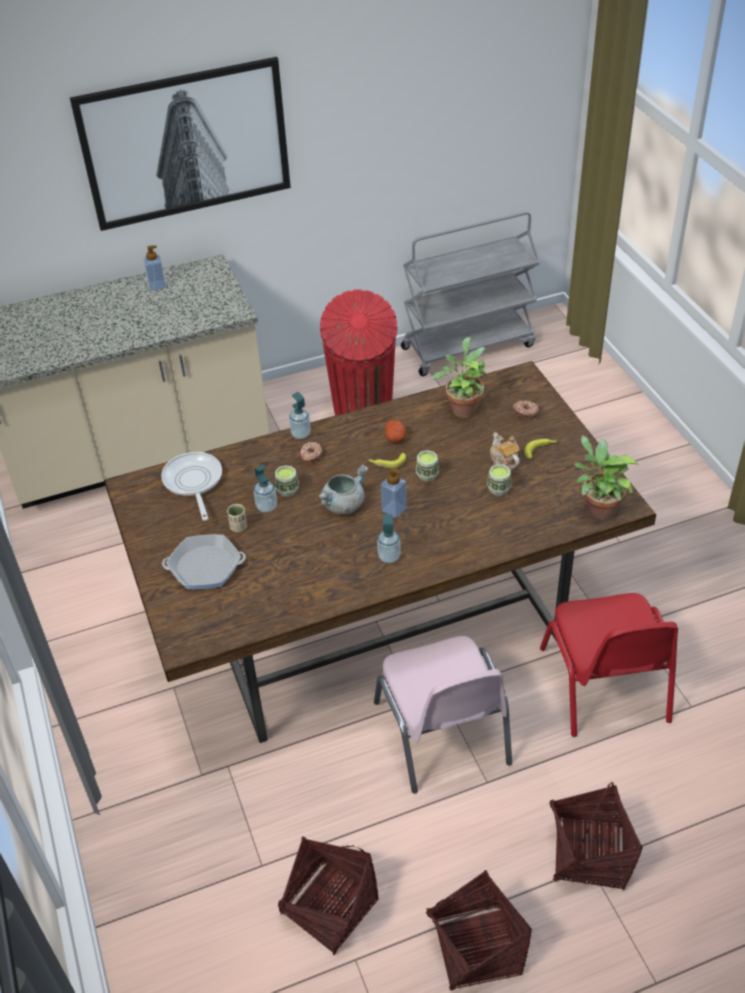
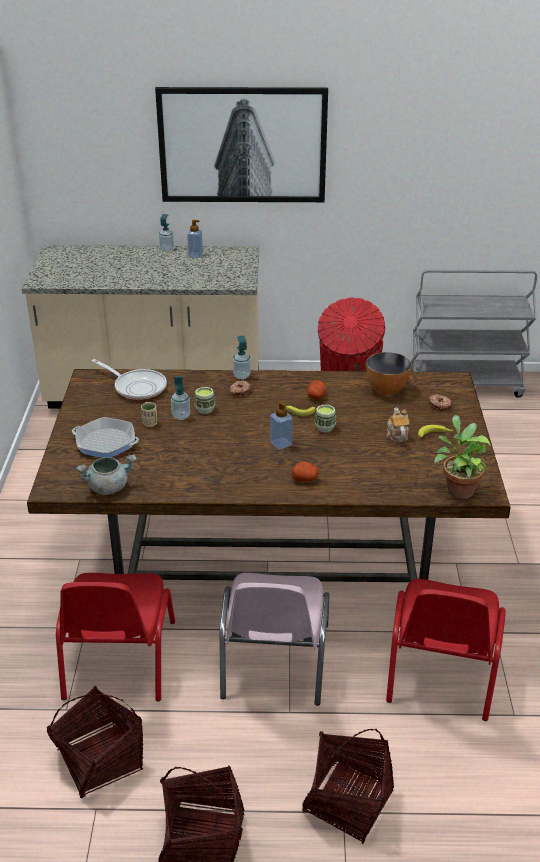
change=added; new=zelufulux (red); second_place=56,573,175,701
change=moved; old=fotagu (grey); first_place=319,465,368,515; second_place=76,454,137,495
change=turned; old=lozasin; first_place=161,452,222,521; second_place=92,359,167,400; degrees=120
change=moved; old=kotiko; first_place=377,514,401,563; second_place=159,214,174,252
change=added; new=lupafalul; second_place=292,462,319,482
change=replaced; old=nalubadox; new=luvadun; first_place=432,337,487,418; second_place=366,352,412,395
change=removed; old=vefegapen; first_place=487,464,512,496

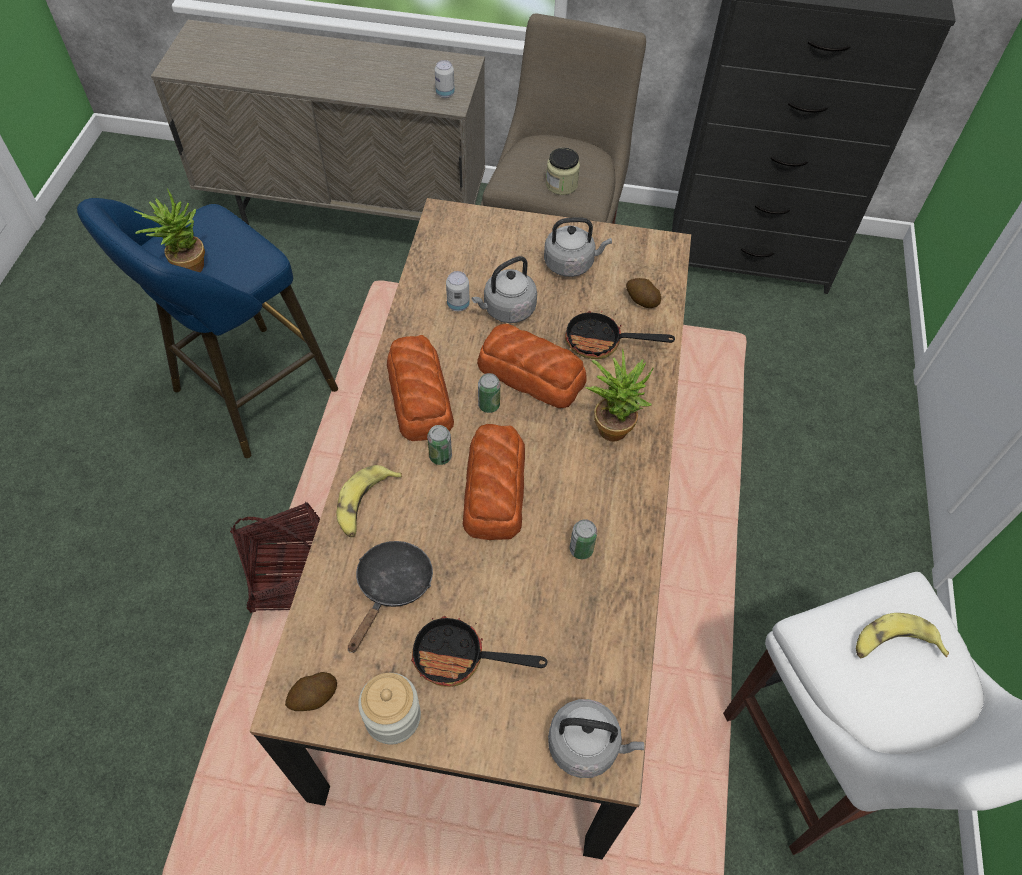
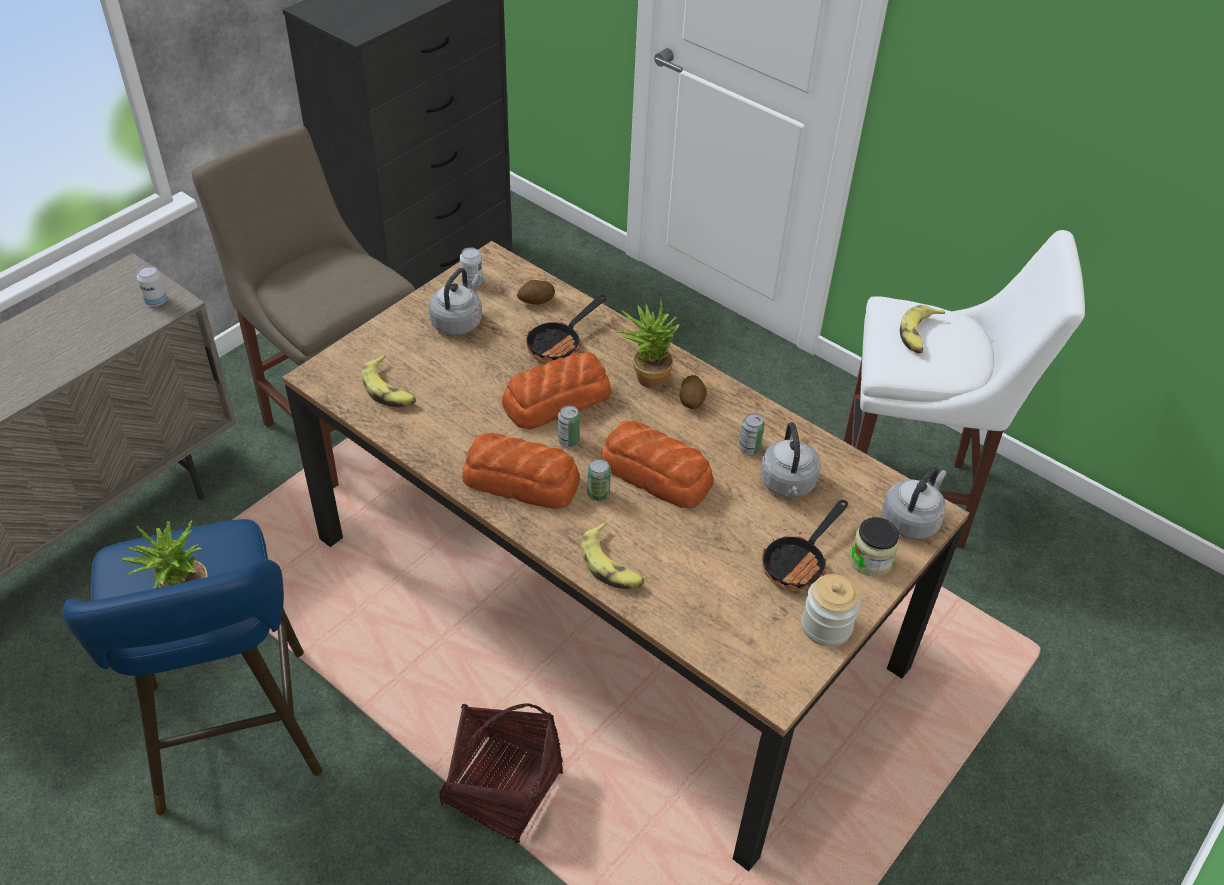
change=added; new=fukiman; second_place=361,355,416,407
change=moved; old=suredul; first_place=446,271,470,311; second_place=460,247,483,287
change=moved; old=lupafalul; first_place=285,672,337,711; second_place=680,375,707,409
change=moved; old=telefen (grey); first_place=471,256,537,323; second_place=761,422,821,498
change=moved; old=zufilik; first_place=546,148,580,195; second_place=850,517,899,577
change=removed; old=lozasin (black); first_place=348,541,433,653

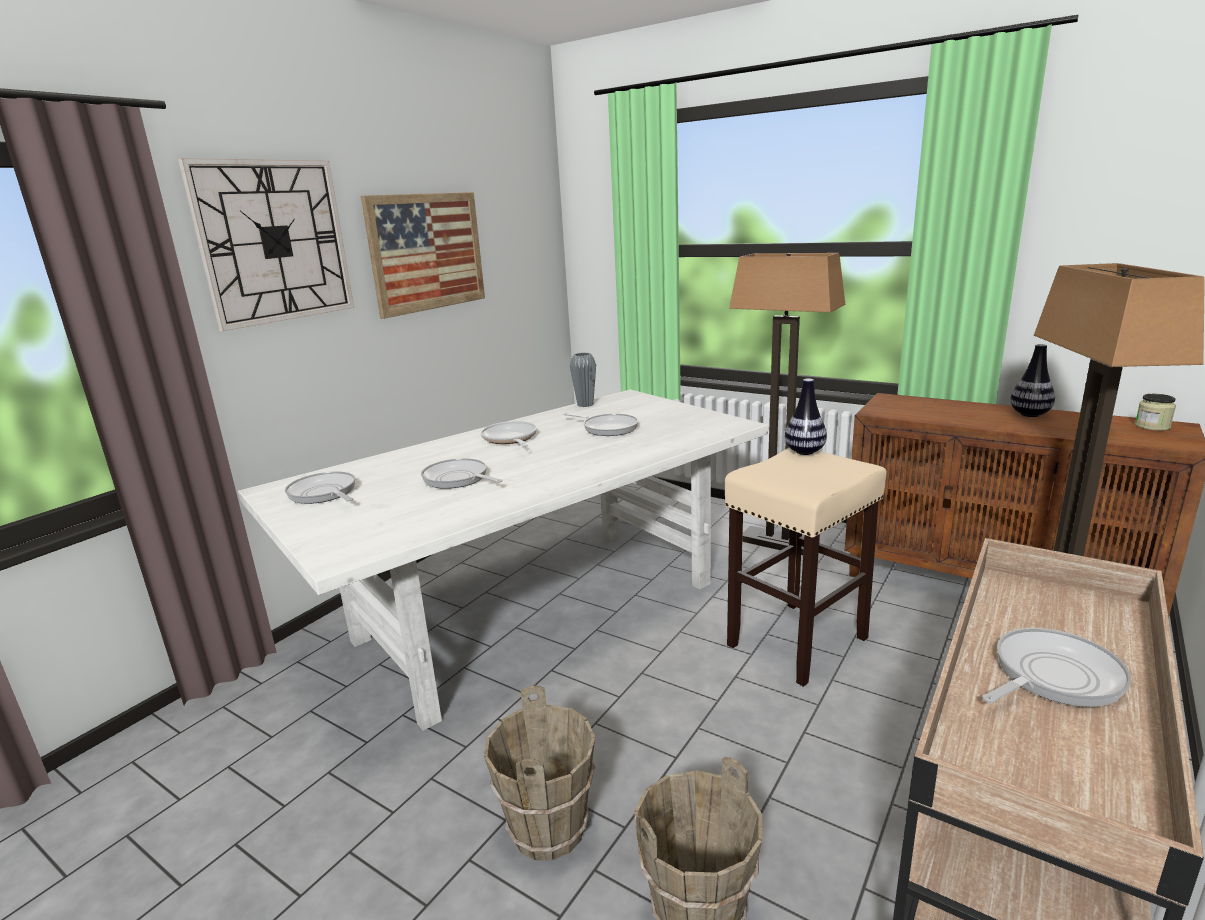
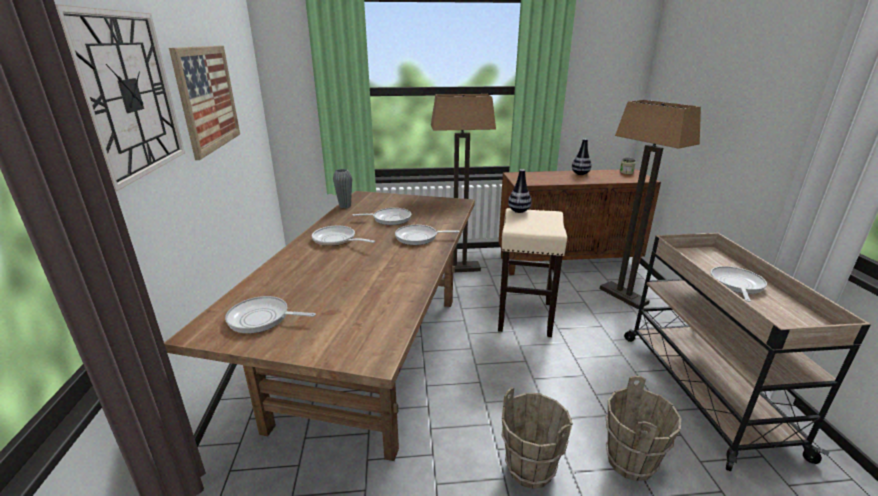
change=recoloured; old=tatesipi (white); new=tatesipi (brown); first_place=238,390,768,731; second_place=164,191,475,461
change=moved; old=lozasin; first_place=421,458,502,489; second_place=395,225,460,245

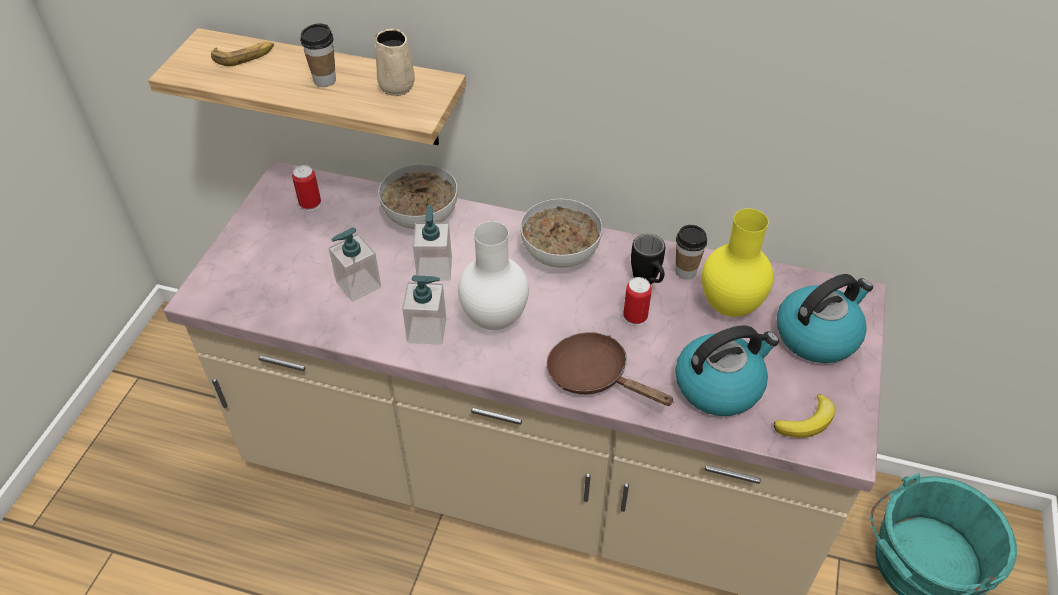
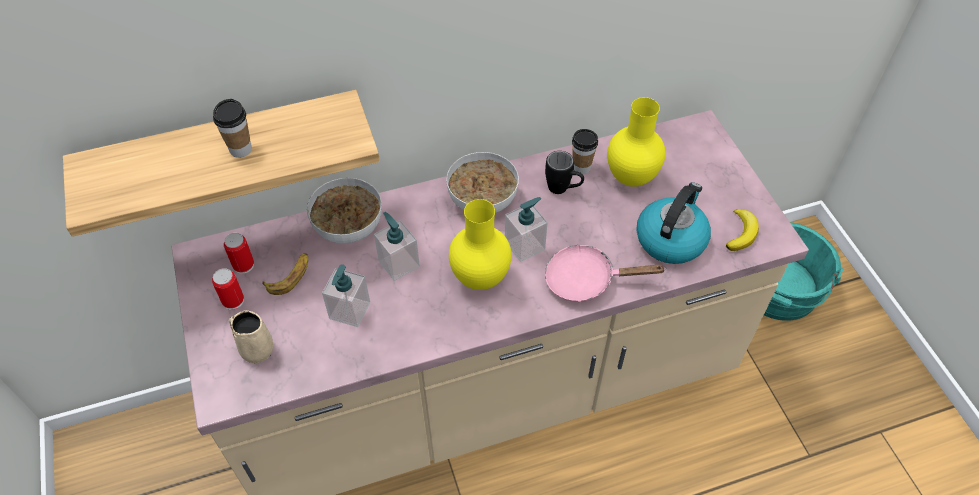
change=moved; old=suredul; first_place=623,277,652,326; second_place=212,268,244,310
change=moved; old=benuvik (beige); first_place=375,29,415,96; second_place=229,310,273,363
change=moved; old=fukiman; first_place=211,42,274,66; second_place=262,253,308,295
change=recoloured; old=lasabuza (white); new=lasabuza (yellow); first_place=458,221,529,330; second_place=449,199,512,290
change=moved; old=kotiko; first_place=402,275,446,344; second_place=505,197,547,262
change=recoloured; old=lozasin (brown); new=lozasin (pink); first_place=547,332,674,406; second_place=545,244,665,303
change=removed; old=telefen; first_place=777,274,873,363

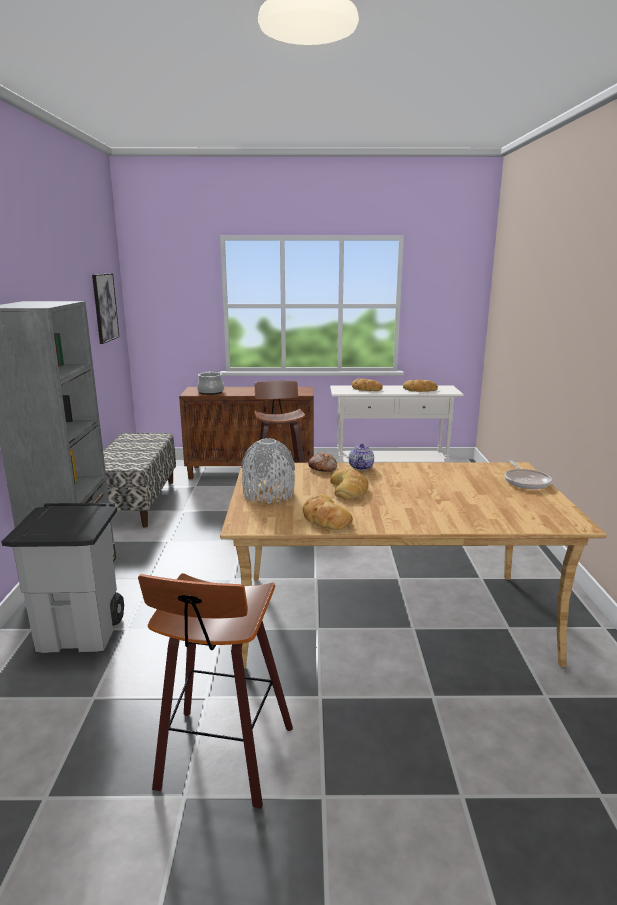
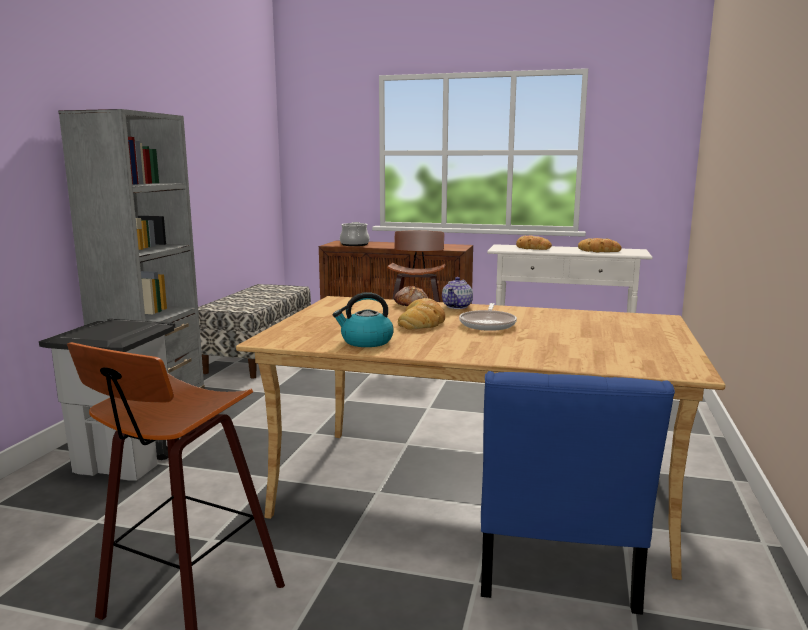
change=replaced; old=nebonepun; new=telefen; first_place=303,494,353,530; second_place=333,292,394,347
change=moved; old=lozasin; first_place=505,460,552,489; second_place=459,303,517,331
change=added; new=zelufulux (blue); second_place=481,371,675,615
change=removed; old=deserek; first_place=92,273,120,344
change=removed; old=lasabuza (grey); first_place=241,438,295,503

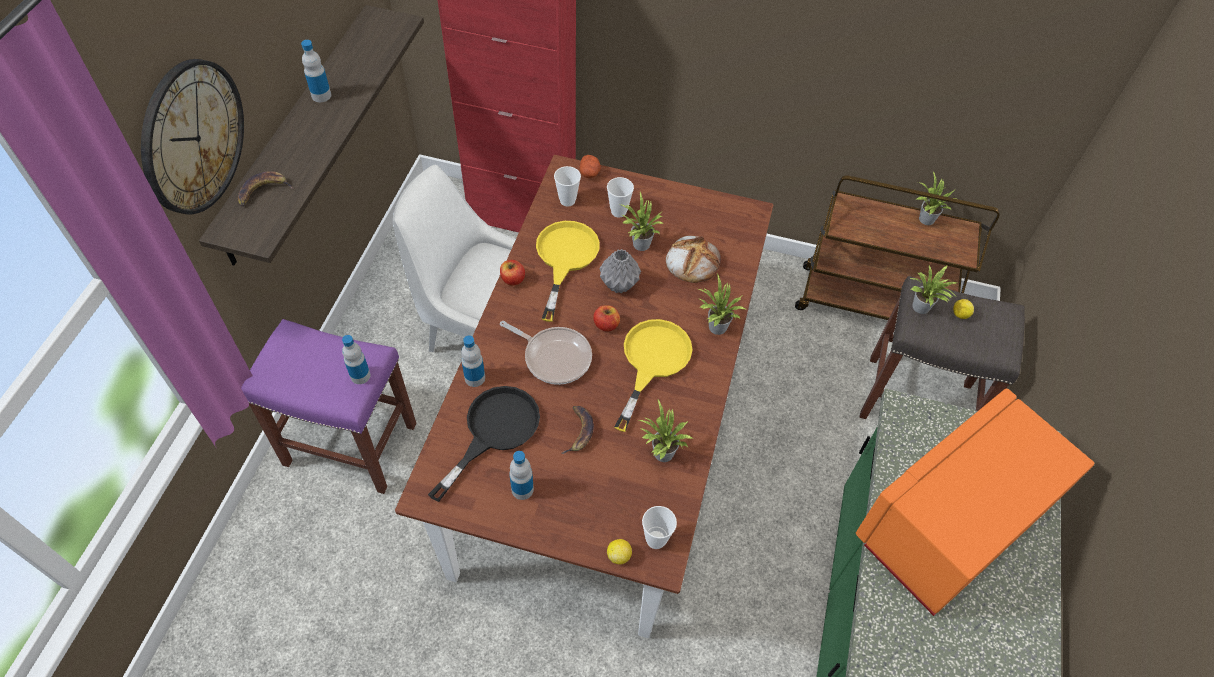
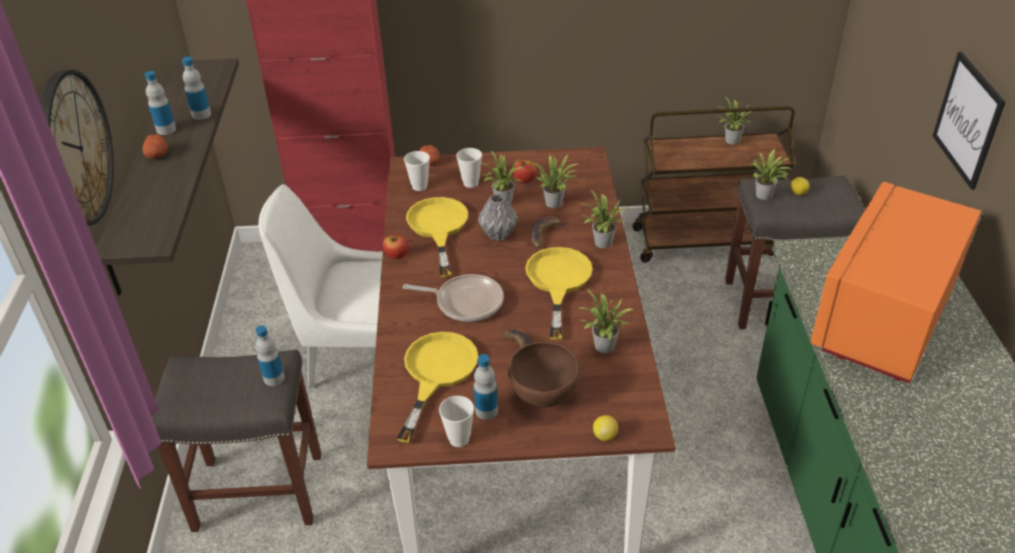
change=added; new=lupafalul; second_place=142,134,168,159
change=recoloured; old=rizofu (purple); new=rizofu (grey); first_place=241,319,417,494; second_place=151,350,321,532
change=moved; old=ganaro; first_place=461,336,485,387; second_place=182,57,211,120
change=recoloured; old=lozasin (black); new=lozasin (yellow); first_place=428,386,540,502; second_place=396,332,478,443
change=moved; old=vefegapen; first_place=642,506,677,549; second_place=439,396,474,447
change=added; new=luvadun (brown); second_place=508,342,581,407
change=moved; old=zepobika; first_place=593,305,620,332; second_place=513,160,536,183
change=moved; old=fukiman; first_place=238,171,294,206; second_place=531,216,569,248
change=replaced; old=nebonepun; new=nalubadox; first_place=666,236,721,283; second_place=532,155,578,208
change=added; new=deserek; second_place=933,52,1006,190

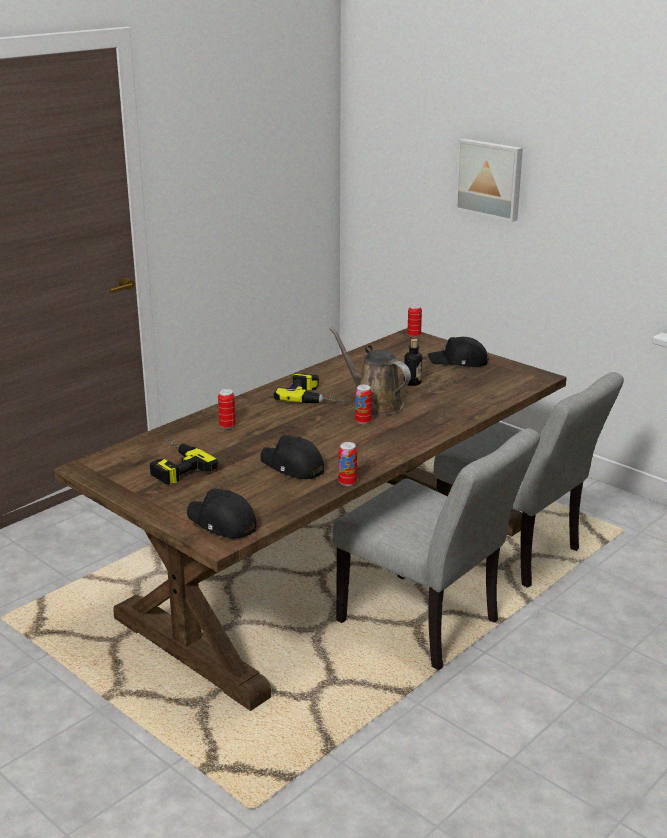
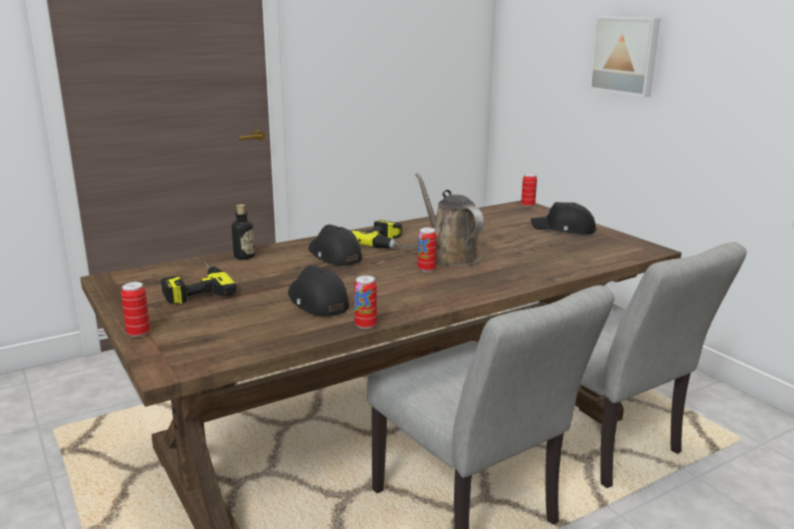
change=moved; old=suredul; first_place=218,389,236,429; second_place=121,282,150,337
change=moved; old=ganaro; first_place=404,339,423,386; second_place=232,204,255,260
change=moved; old=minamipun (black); first_place=187,489,257,538; second_place=308,225,362,266

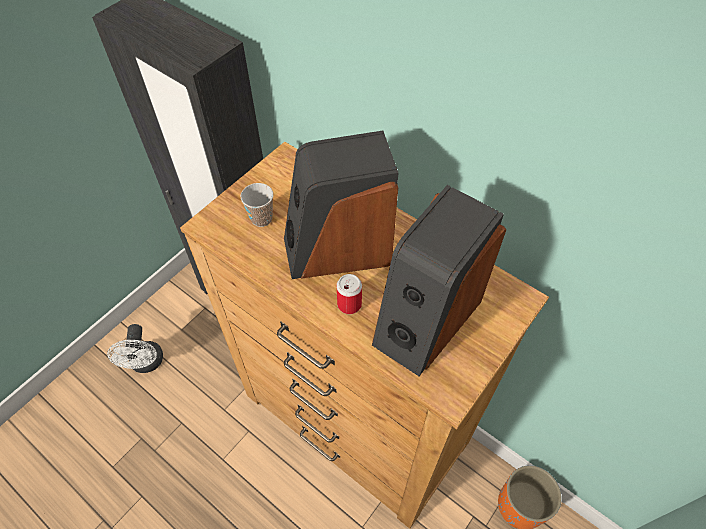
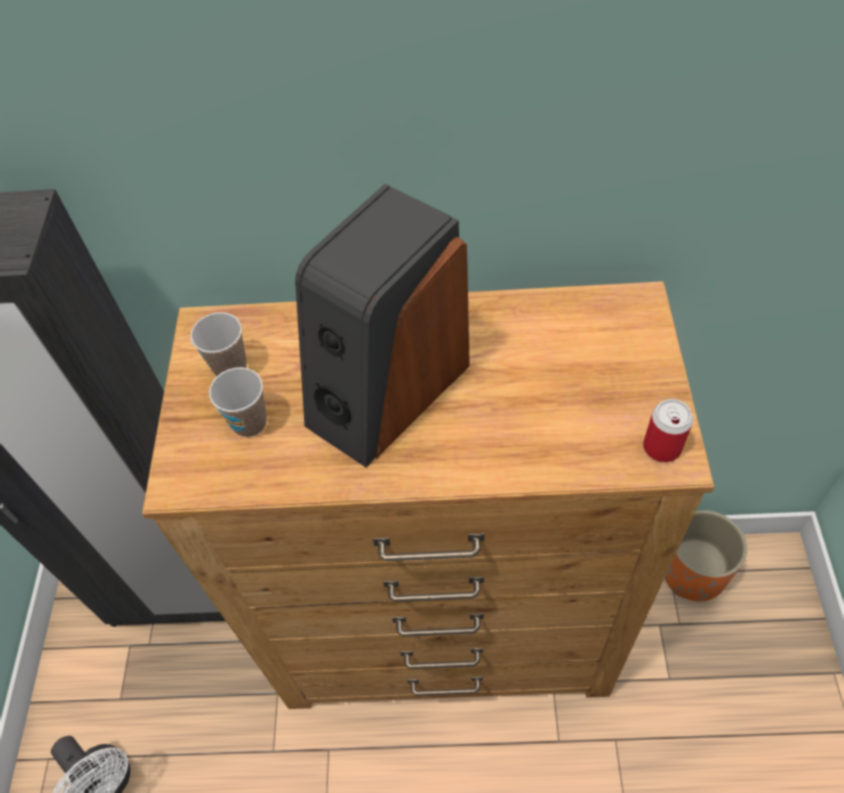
change=added; new=vefegapen; second_place=190,312,247,376
change=moved; old=suredul; first_place=337,274,362,314; second_place=643,399,693,462
change=removed; old=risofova; first_place=372,185,507,376

